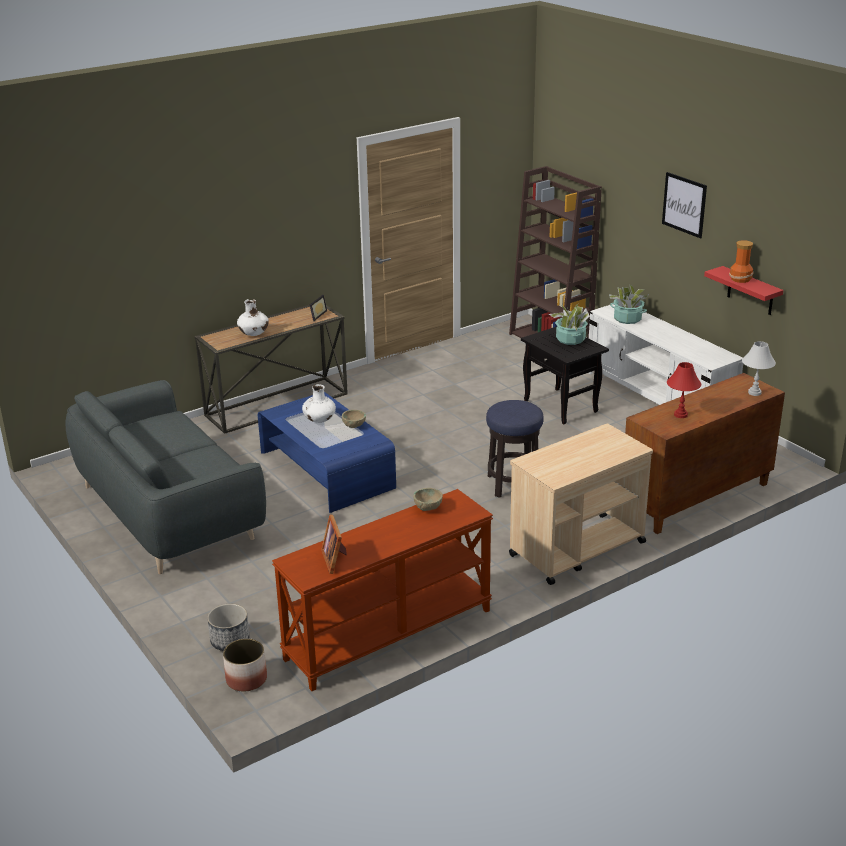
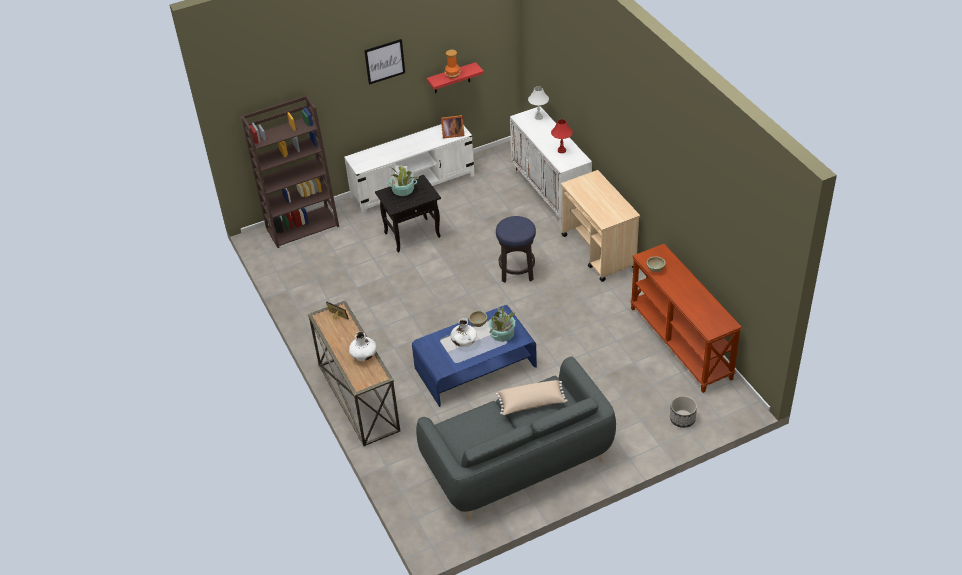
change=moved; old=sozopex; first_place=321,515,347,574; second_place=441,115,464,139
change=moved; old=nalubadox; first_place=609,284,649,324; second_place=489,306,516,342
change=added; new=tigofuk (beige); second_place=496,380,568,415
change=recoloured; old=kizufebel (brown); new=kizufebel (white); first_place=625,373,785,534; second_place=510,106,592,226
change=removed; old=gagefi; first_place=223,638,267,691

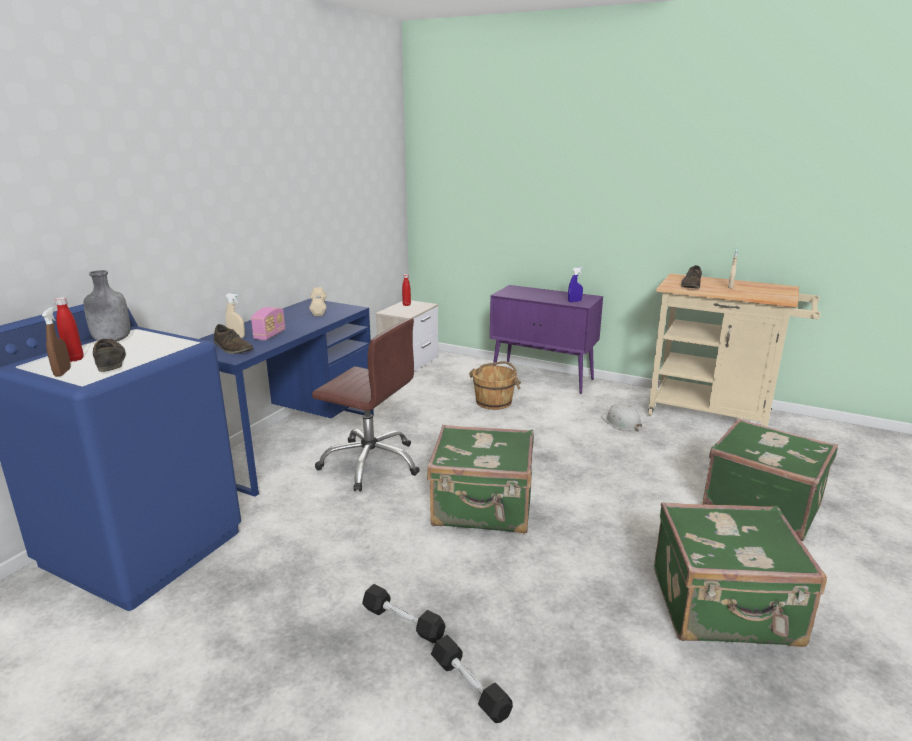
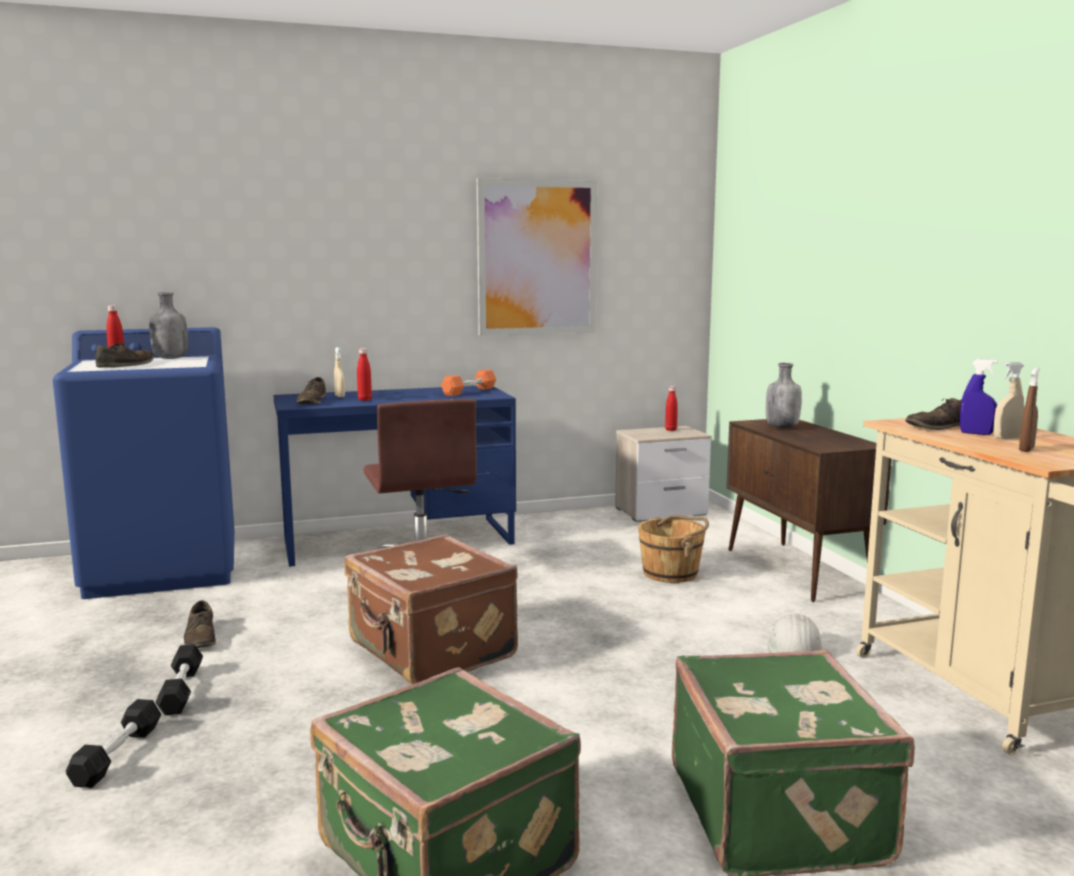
change=added; new=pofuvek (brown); second_place=184,600,216,648
change=recoloured; old=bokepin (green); new=bokepin (brown); first_place=427,425,534,533; second_place=344,534,518,685
change=replaced; old=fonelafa; new=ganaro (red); first_place=251,307,285,340; second_place=357,348,372,401
change=recoloured; old=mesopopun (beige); new=mesopopun (orange); first_place=309,287,326,316; second_place=441,370,496,396
change=added; new=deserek; second_place=477,178,597,336
change=recoloured; old=kizufebel (purple); new=kizufebel (brown); first_place=490,285,603,394; second_place=726,419,892,602
change=added; new=ganaro (grey); second_place=766,363,802,428
change=moved; old=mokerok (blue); first_place=568,267,583,302; second_place=960,359,998,435
change=moved; old=mokerok (brown); first_place=42,307,71,377; second_place=1019,368,1040,452

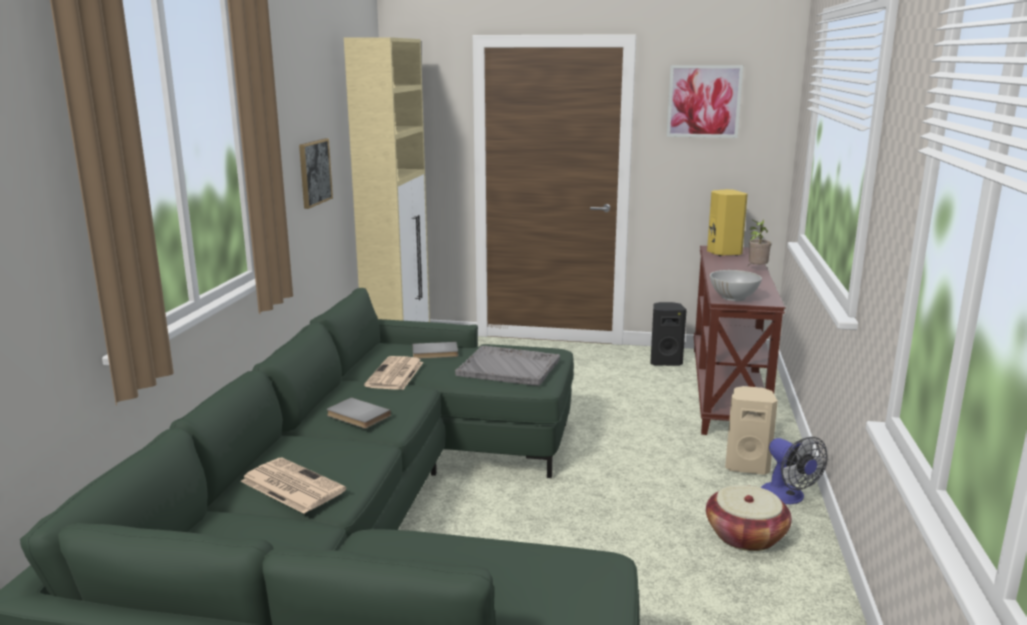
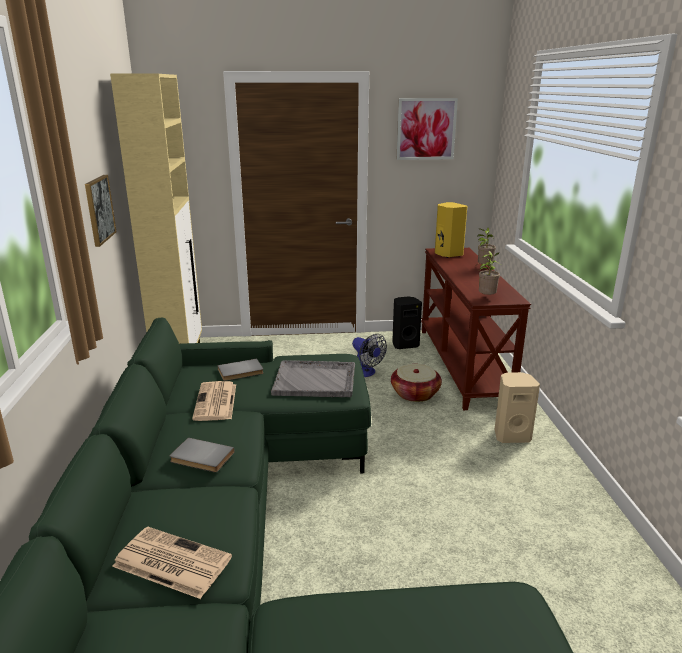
change=moved; old=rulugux; first_place=761,437,828,504; second_place=352,334,387,377
change=moved; old=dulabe; first_place=706,485,792,551; second_place=391,364,442,402
change=replaced; old=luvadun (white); new=nalubadox; first_place=710,270,762,301; second_place=479,251,500,295

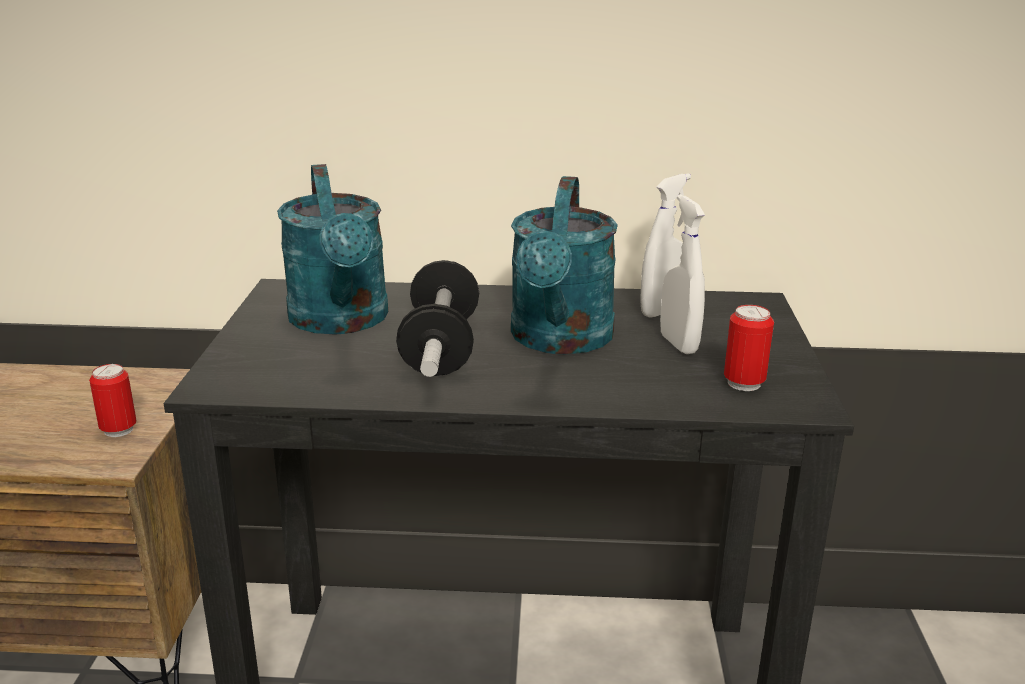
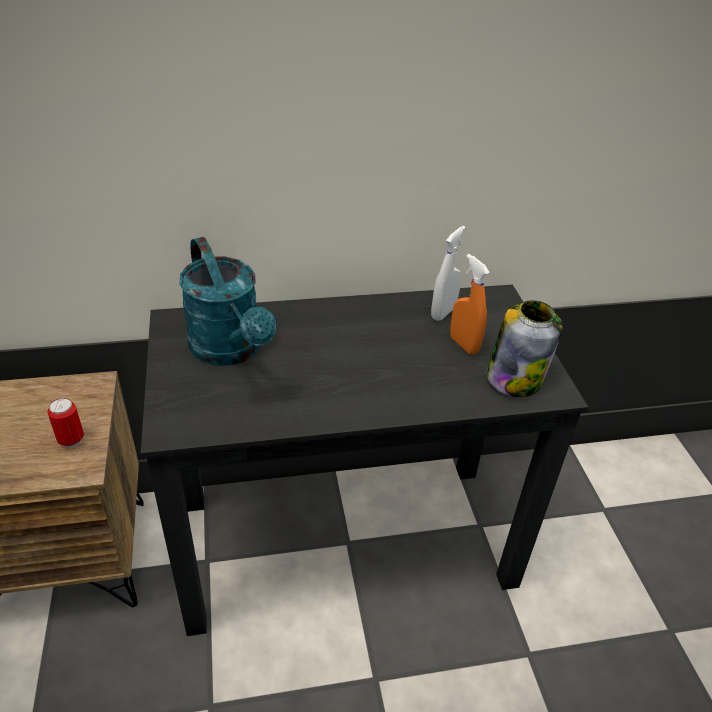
change=recoloured; old=mokerok (white); new=mokerok (orange); first_place=660,194,705,354; second_place=450,254,490,355
change=replaced; old=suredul; new=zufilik; first_place=724,305,774,391; second_place=486,300,563,397
change=removed; old=mesopopun; first_place=396,260,479,377
change=removed; old=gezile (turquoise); first_place=511,176,618,354

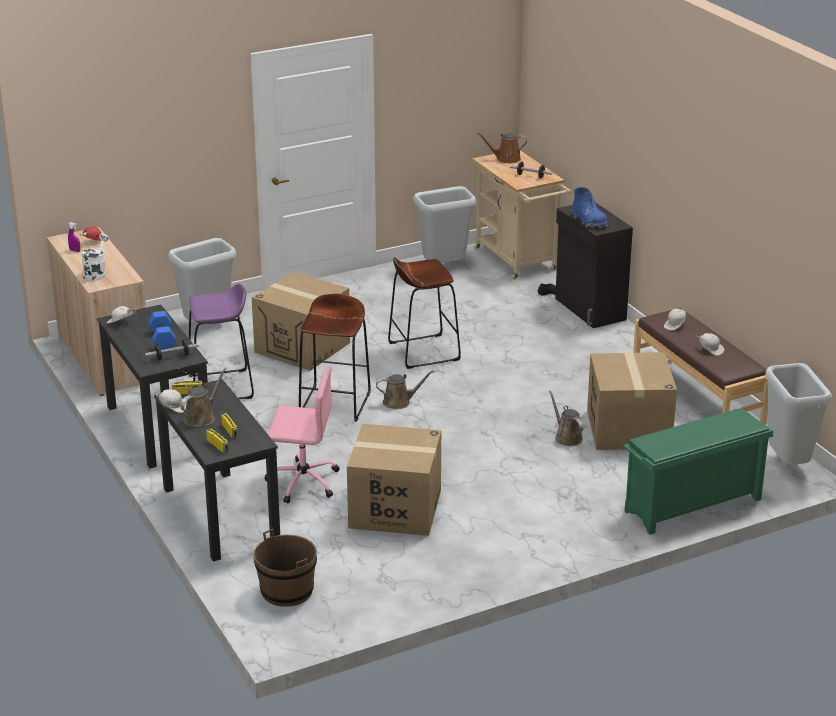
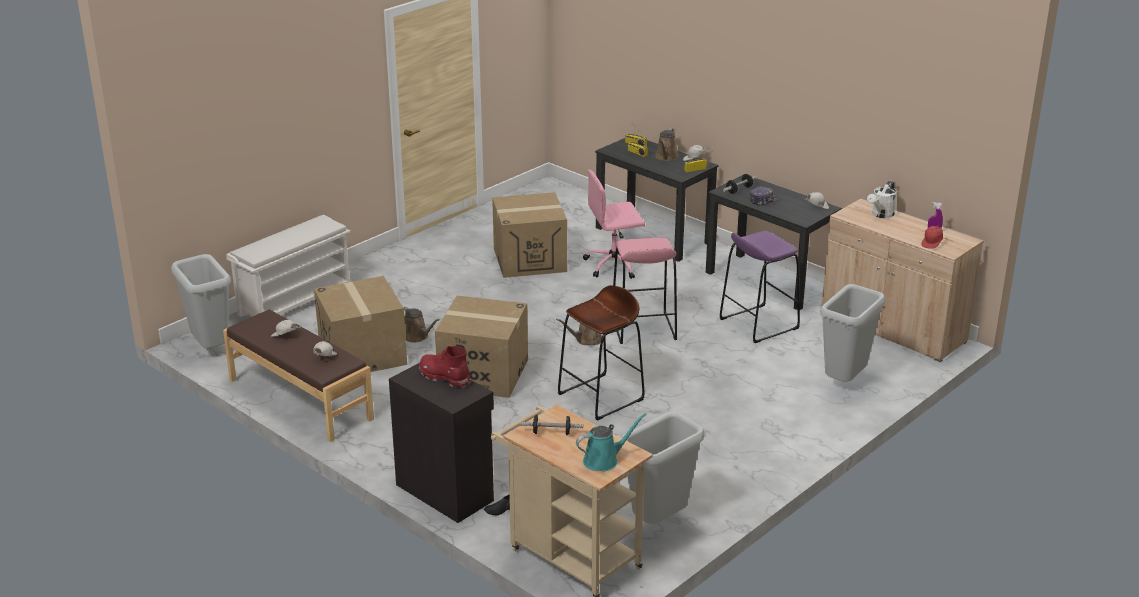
change=recoloured; old=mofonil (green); new=mofonil (white); first_place=624,408,773,535; second_place=226,215,351,317
change=recoloured; old=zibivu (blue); new=zibivu (red); first_place=571,187,608,228; second_place=419,346,471,388
change=moved; old=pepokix; first_place=252,271,350,371; second_place=435,295,528,398
change=recoloured; old=gezile (brown); new=gezile (turquoise); first_place=476,132,527,163; second_place=576,413,647,471
change=recoloured; old=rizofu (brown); new=rizofu (pink); first_place=299,294,371,422; second_place=613,238,677,344
change=replaced; old=mesopopun (blue); new=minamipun; first_place=149,311,176,350; second_place=750,187,779,206
change=turned; old=gezile (white); first_place=81,234,109,281; second_place=867,181,896,218; degrees=45
change=removed; old=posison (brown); first_place=253,529,317,607

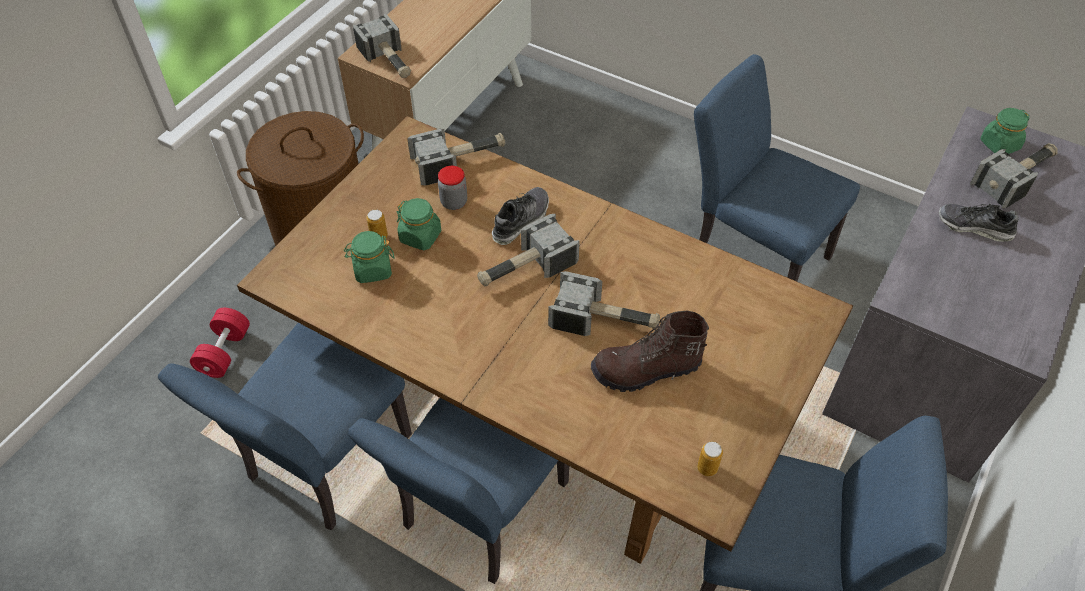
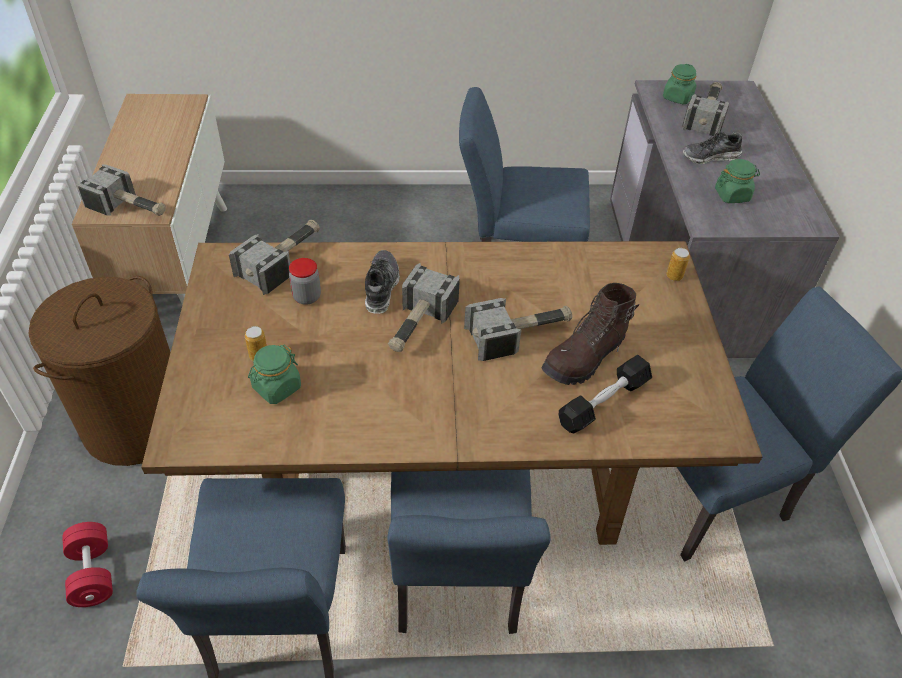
change=added; new=mesopopun (black); second_place=558,355,652,434
change=moved; old=suredul; first_place=697,441,723,476; second_place=666,248,690,281
change=moved; old=zufilik (green); first_place=397,198,441,250; second_place=715,159,760,203

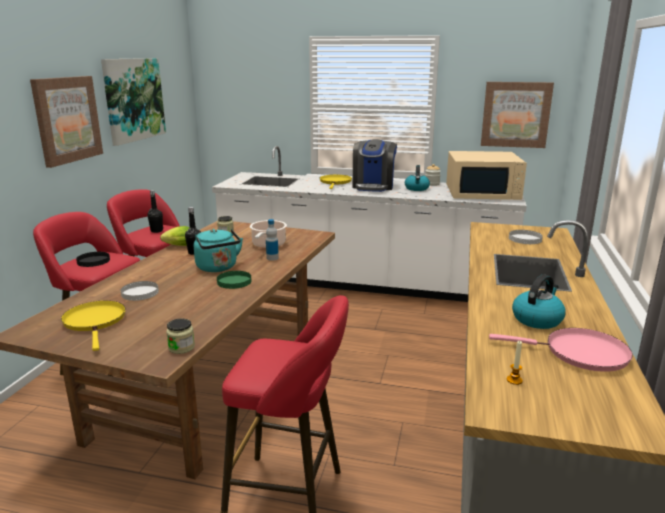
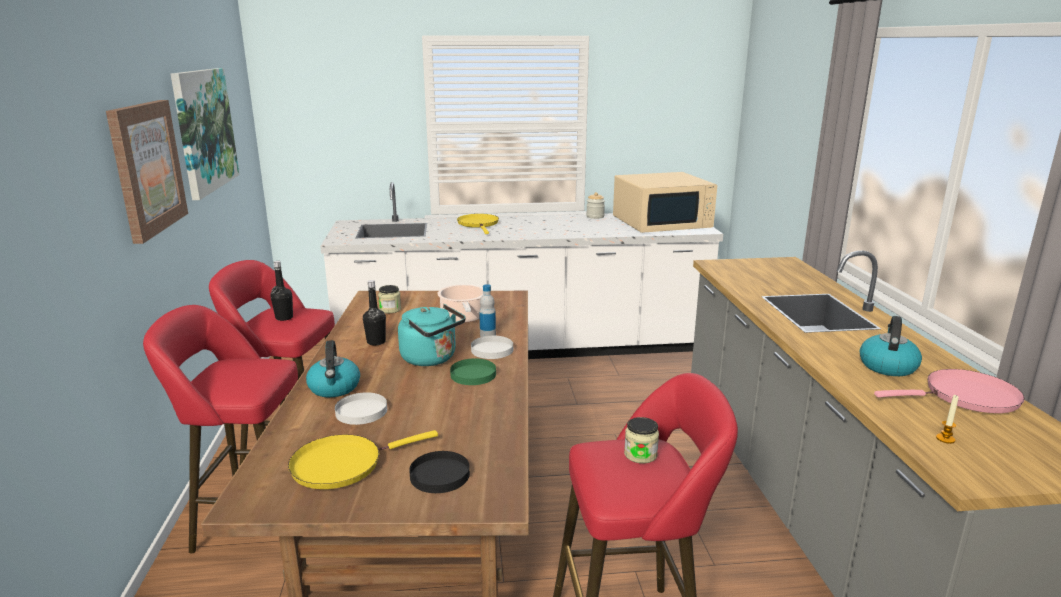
change=turned; old=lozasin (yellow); first_place=61,301,126,351; second_place=288,430,438,489; degrees=-75
change=moved; old=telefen; first_place=405,165,430,191; second_place=306,340,360,397
change=moved; old=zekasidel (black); first_place=76,252,110,267; second_place=409,451,470,493
change=moved; old=zekasidel (white); first_place=509,230,543,244; second_place=471,336,513,359
change=moved; old=zufilik; first_place=166,319,195,354; second_place=624,417,659,464
change=removed; old=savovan; first_place=160,226,190,246
change=removed; old=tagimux; first_place=353,139,397,192
change=removed; old=deserek; first_place=481,82,554,148

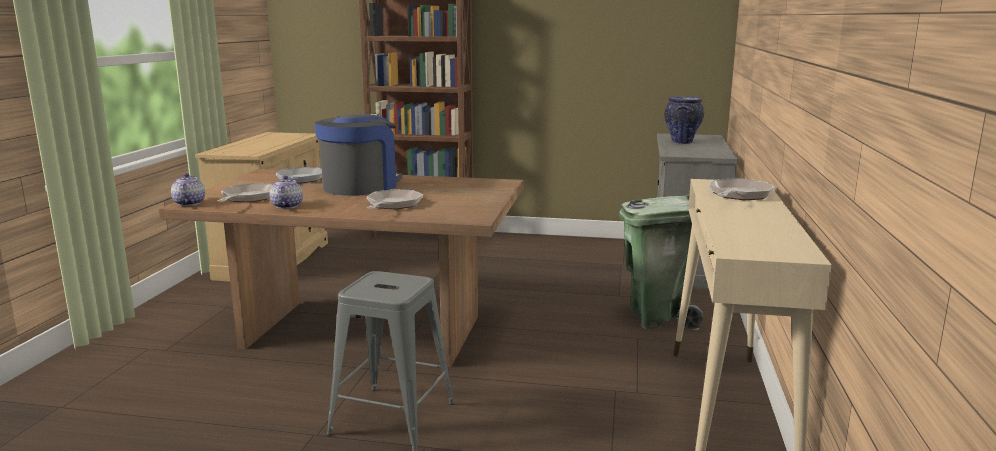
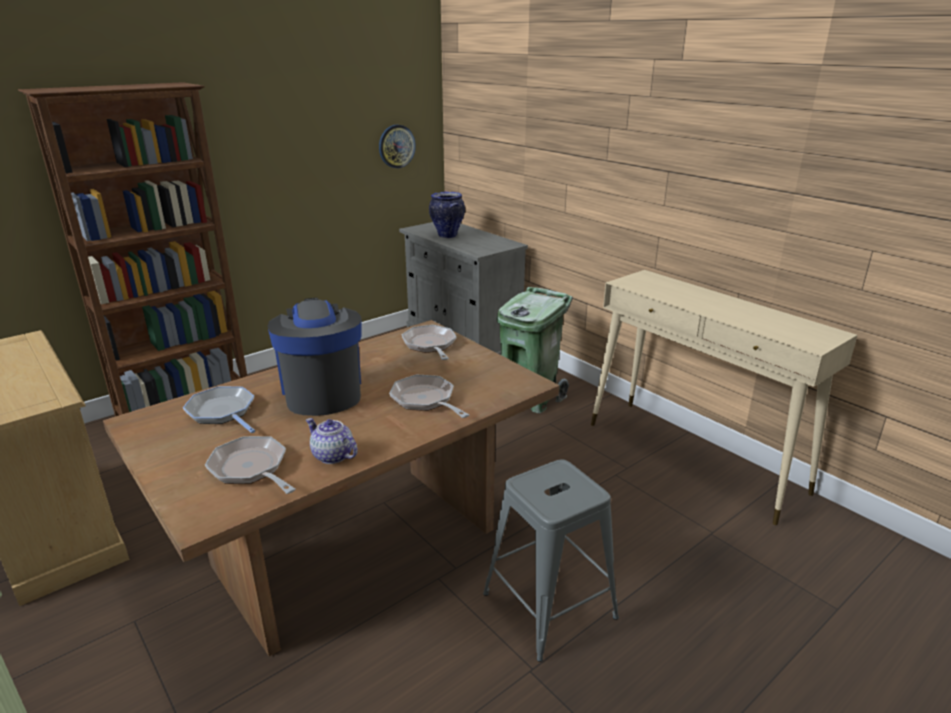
change=added; new=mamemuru; second_place=379,125,416,168
change=moved; old=lozasin; first_place=709,178,775,200; second_place=402,325,457,360
change=removed; old=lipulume; first_place=171,173,205,206

